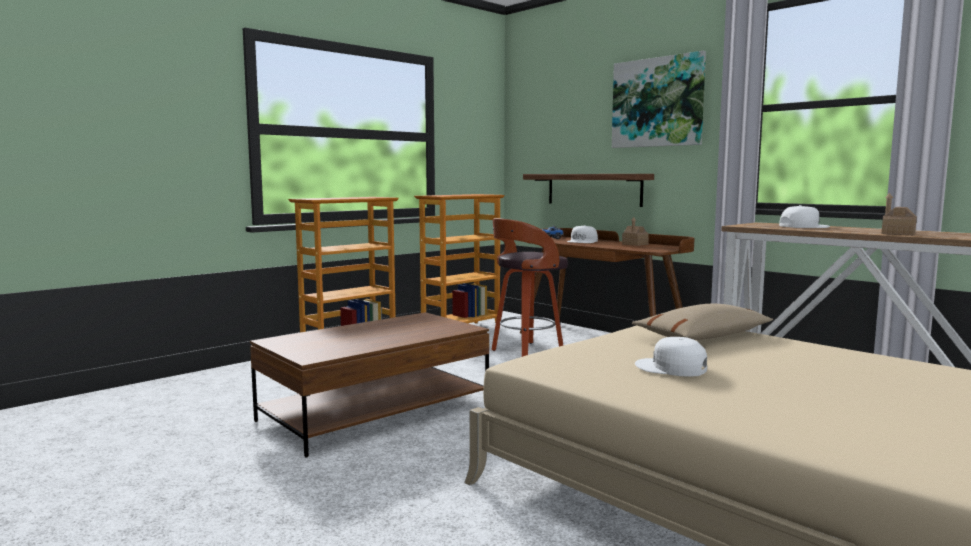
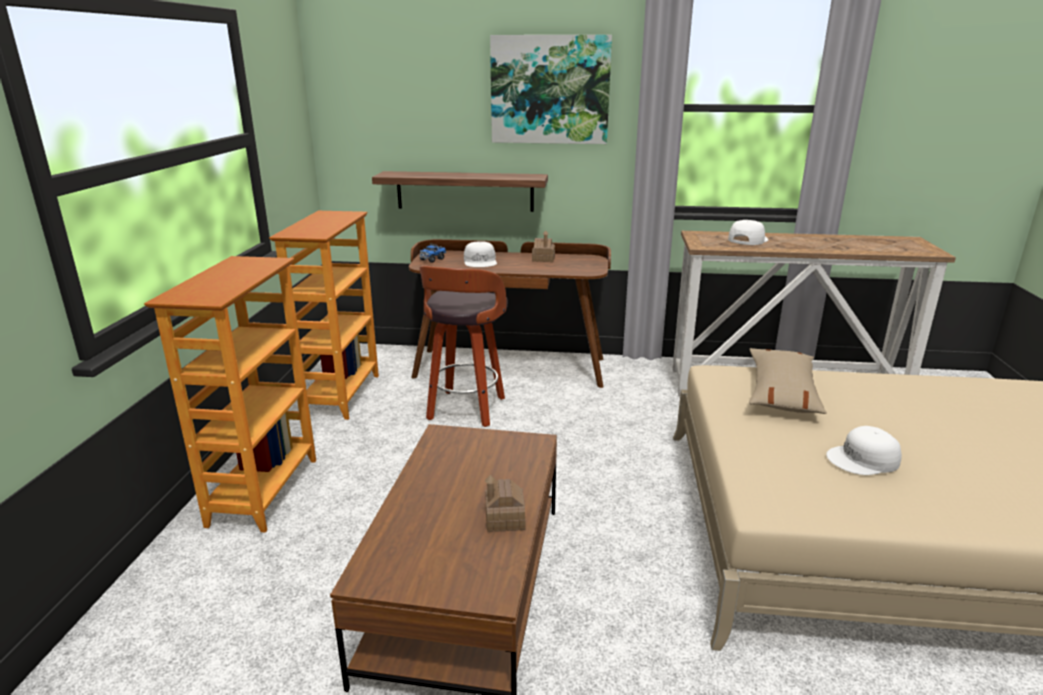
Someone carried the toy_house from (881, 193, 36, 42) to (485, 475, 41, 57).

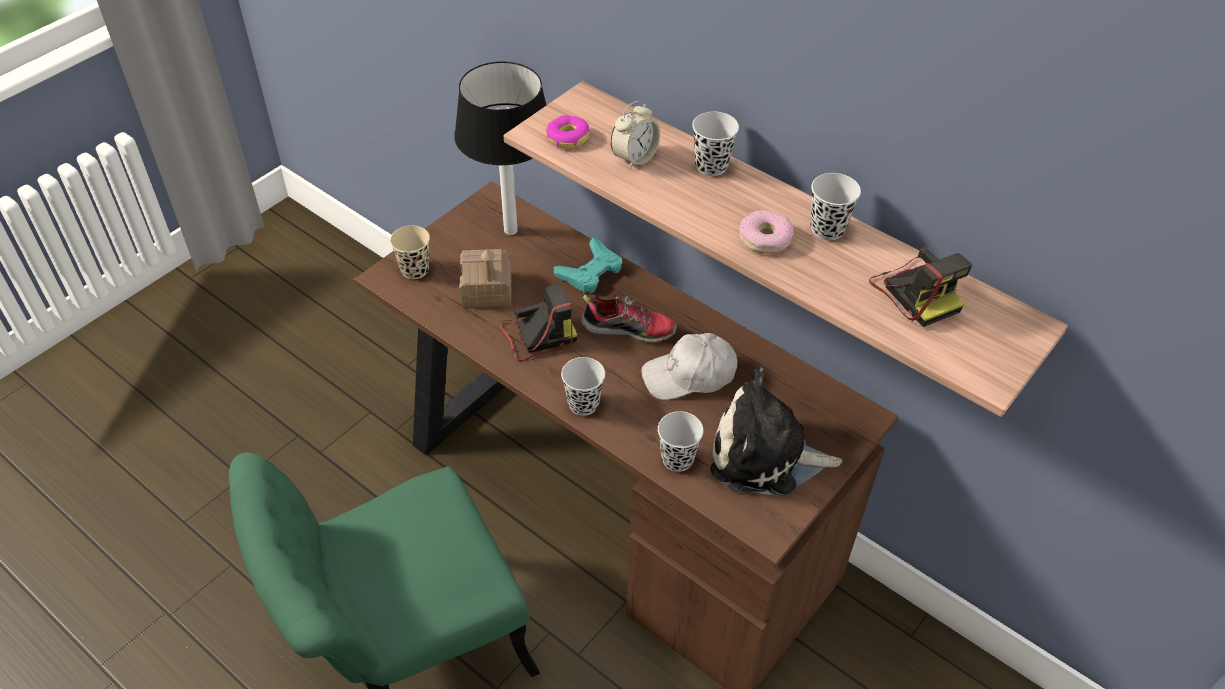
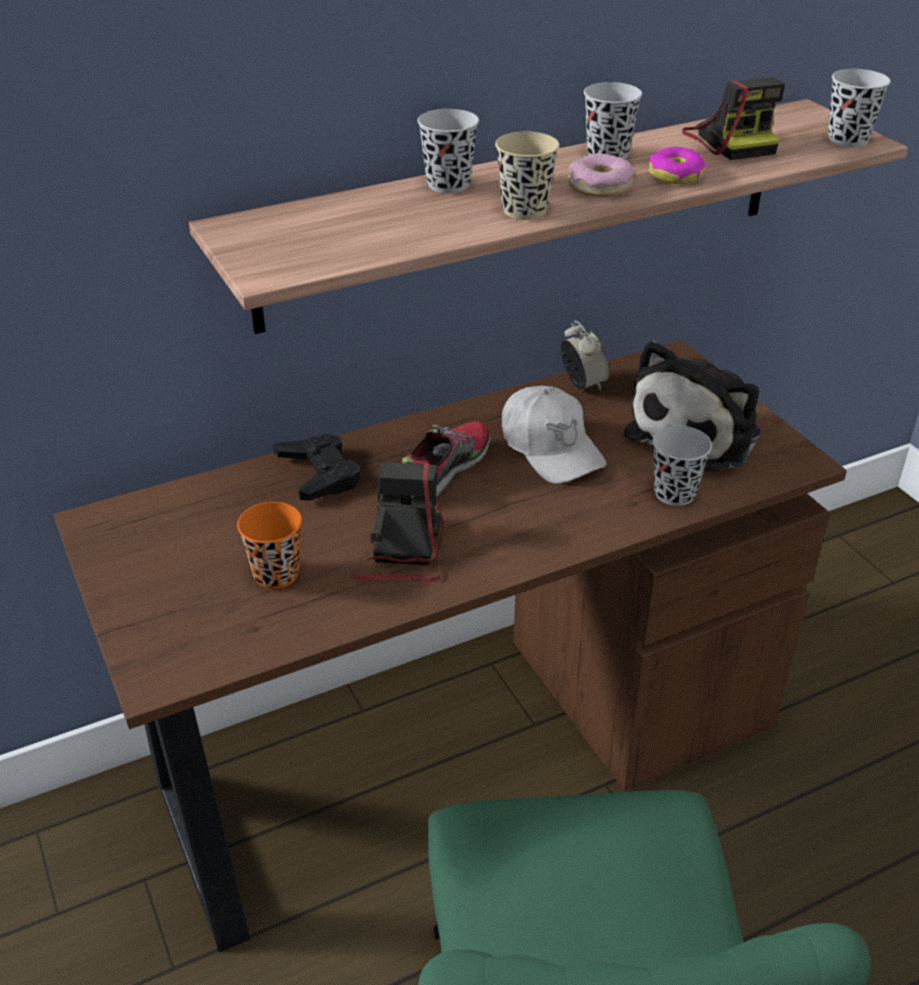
Someone took away the table_lamp at (454, 61, 92, 174).
Someone carried the beige_cup from (390, 225, 40, 54) to (495, 132, 65, 88).
Someone carried the donut from (546, 115, 44, 33) to (648, 147, 58, 37).
Someone carried the black_cup from (561, 357, 44, 59) to (828, 69, 63, 78).
Someone carried the alarm_clock from (611, 101, 49, 69) to (561, 320, 48, 71).
Someone swapped the toy_house at (459, 249, 52, 58) for the orange_cup at (237, 502, 65, 87).
Someone repainted the turquoise_game_controller at (554, 238, 68, 55), which became the black_game_controller at (273, 433, 87, 68).
Someone rotated the white_cap at (641, 333, 96, 67) by 45 degrees counterclockwise.
Someone rotated the photo_camera at (869, 247, 103, 80) by 75 degrees clockwise.

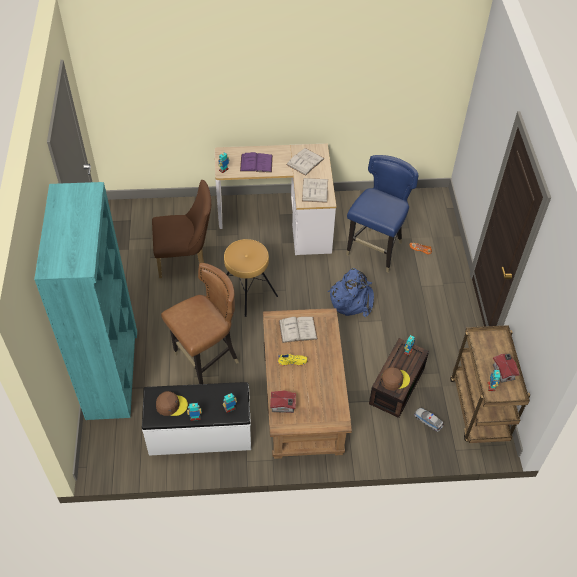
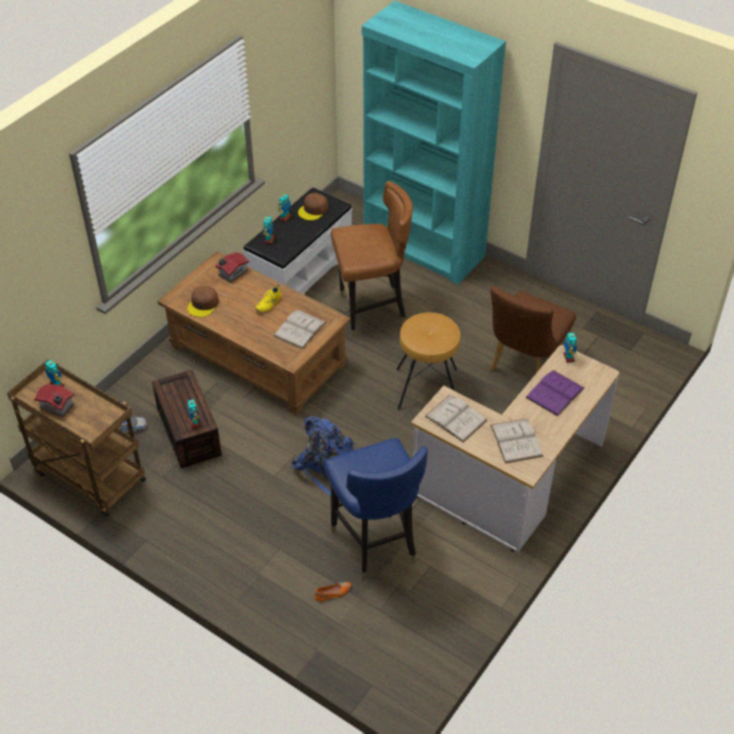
Someone carried the brown_cap from (381, 367, 29, 23) to (187, 286, 32, 31).
Someone rotated the brown_chair at (161, 263, 78, 121) by 105 degrees counterclockwise.

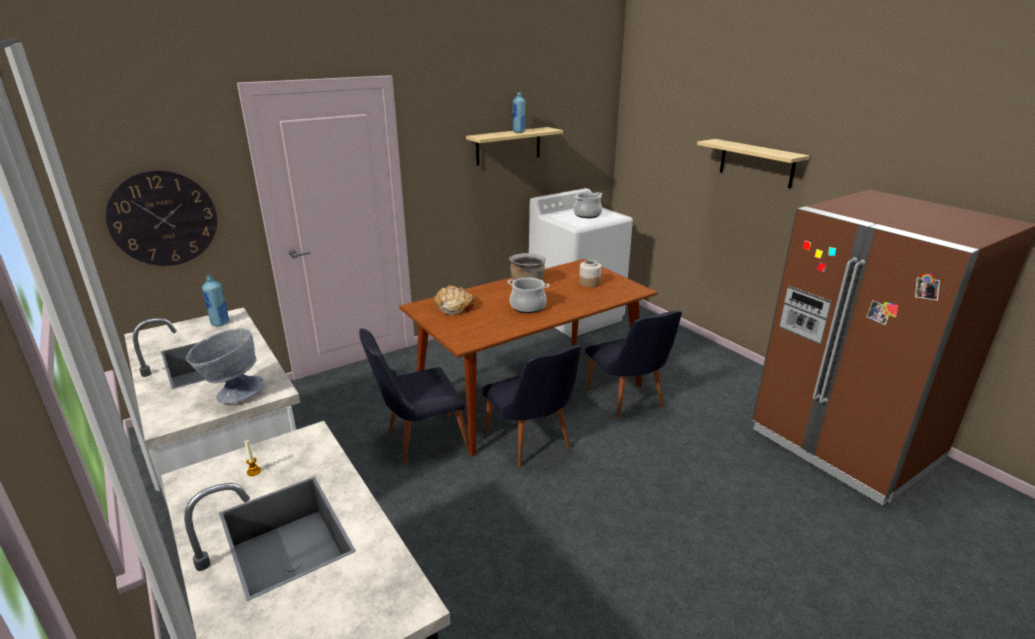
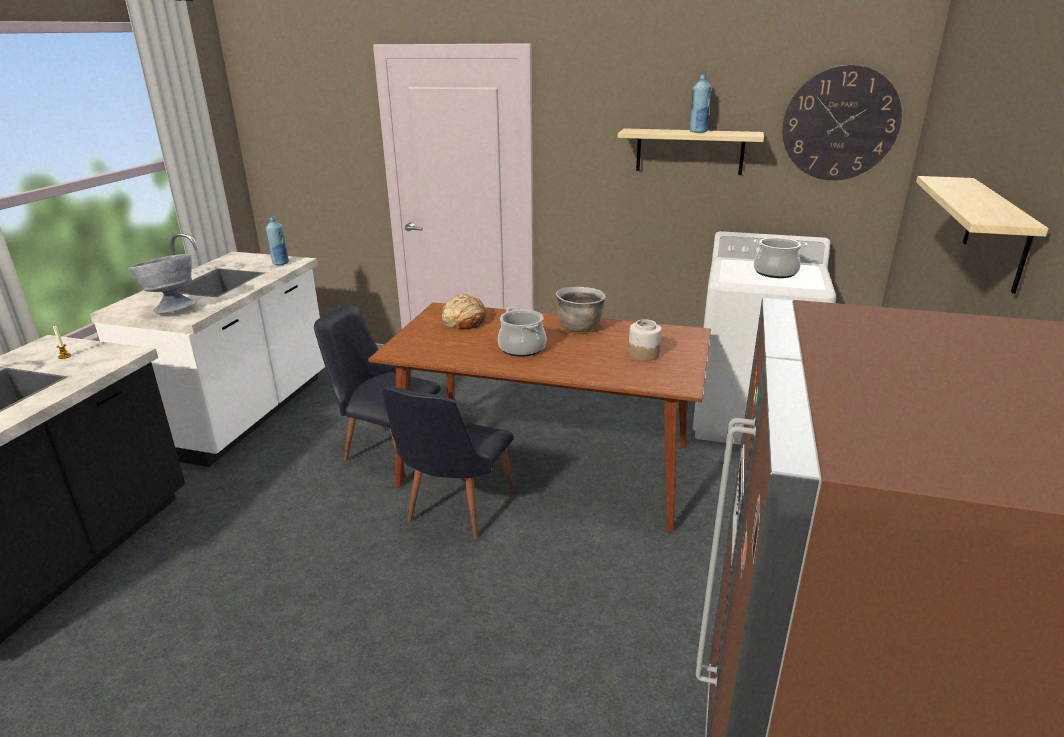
Someone took away the black_chair at (585, 311, 97, 108).
Someone carried the wall_clock from (106, 170, 111, 96) to (782, 65, 120, 115).

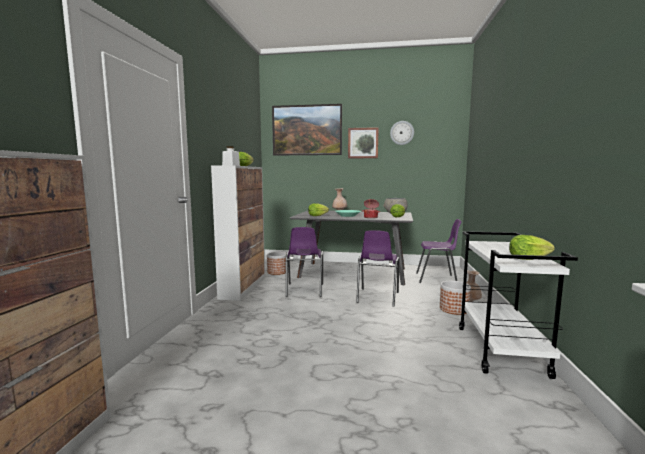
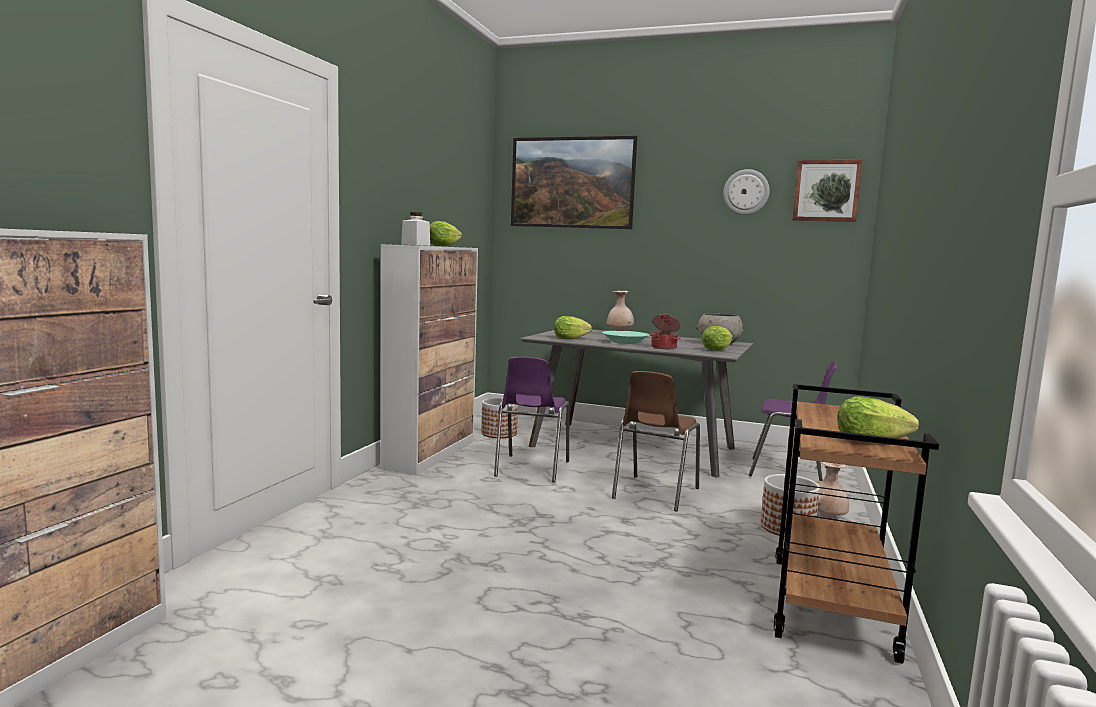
Someone carried the picture from (348, 127, 31, 31) to (792, 160, 71, 62).
Someone repainted the purple_chair at (356, 230, 43, 77), which became the brown_chair at (612, 371, 88, 141).
Someone repainted the white_cart at (459, 231, 119, 148), which became the brown_cart at (774, 384, 165, 280).

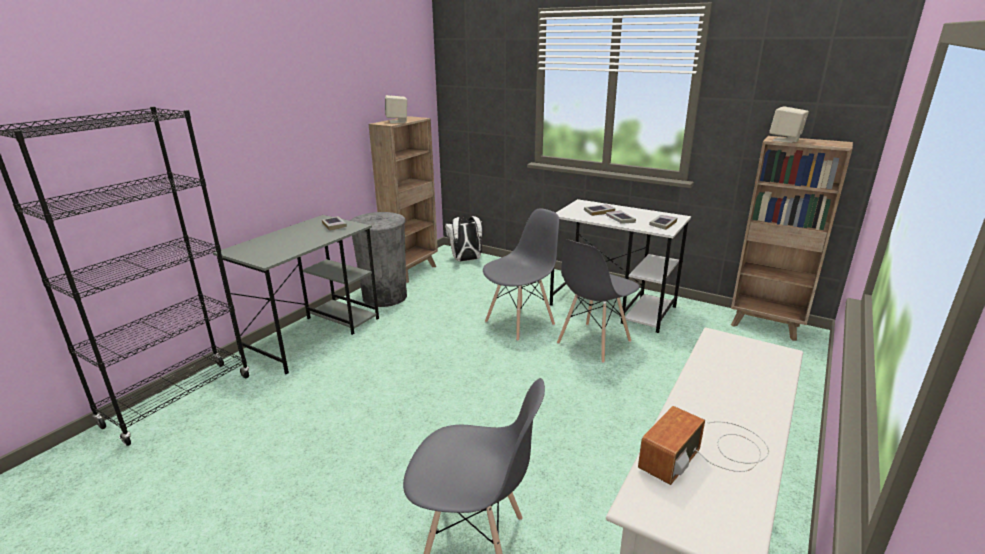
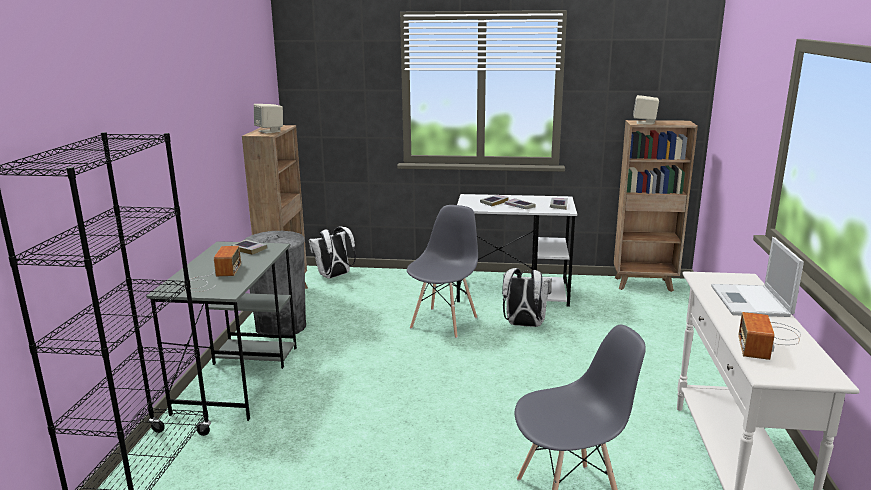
Someone put down the radio at (180, 246, 61, 46).
Someone put down the laptop at (711, 237, 93, 80).
Someone swapped the grey_chair at (557, 239, 83, 124) for the white_backpack at (502, 268, 50, 59).

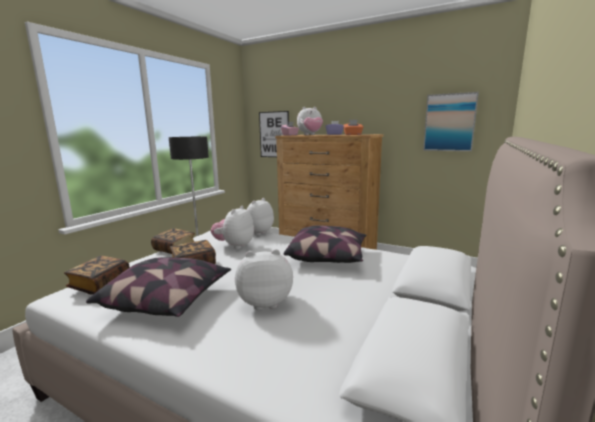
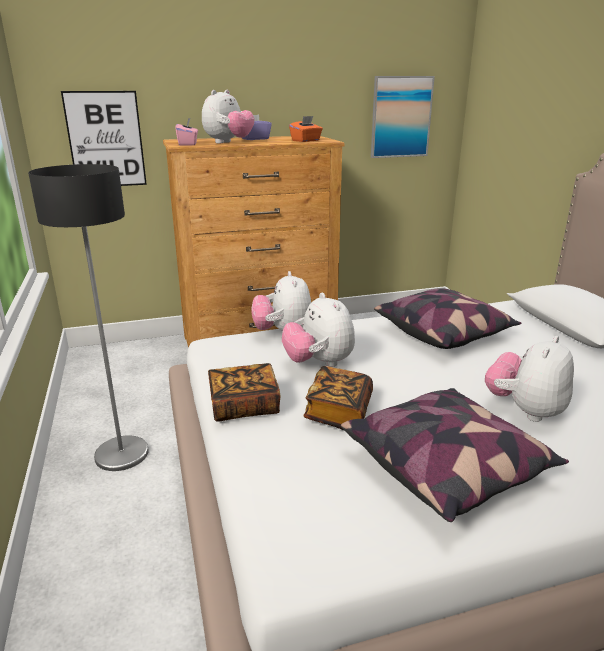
Someone took away the book at (64, 256, 65, 39).

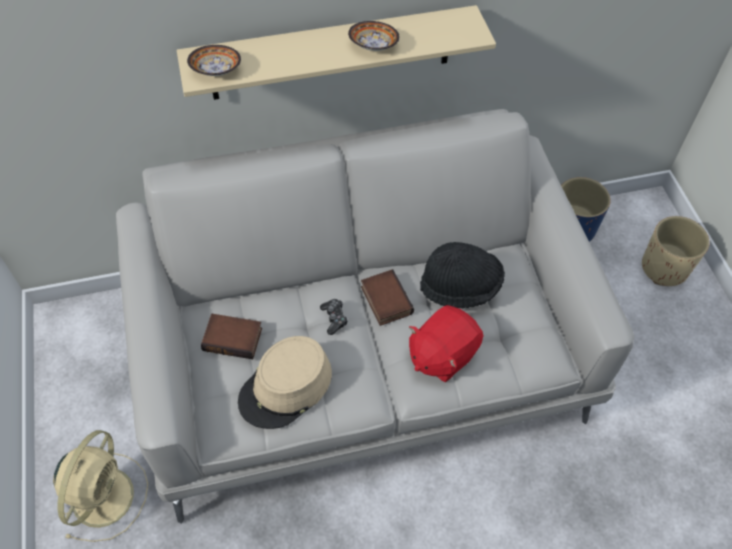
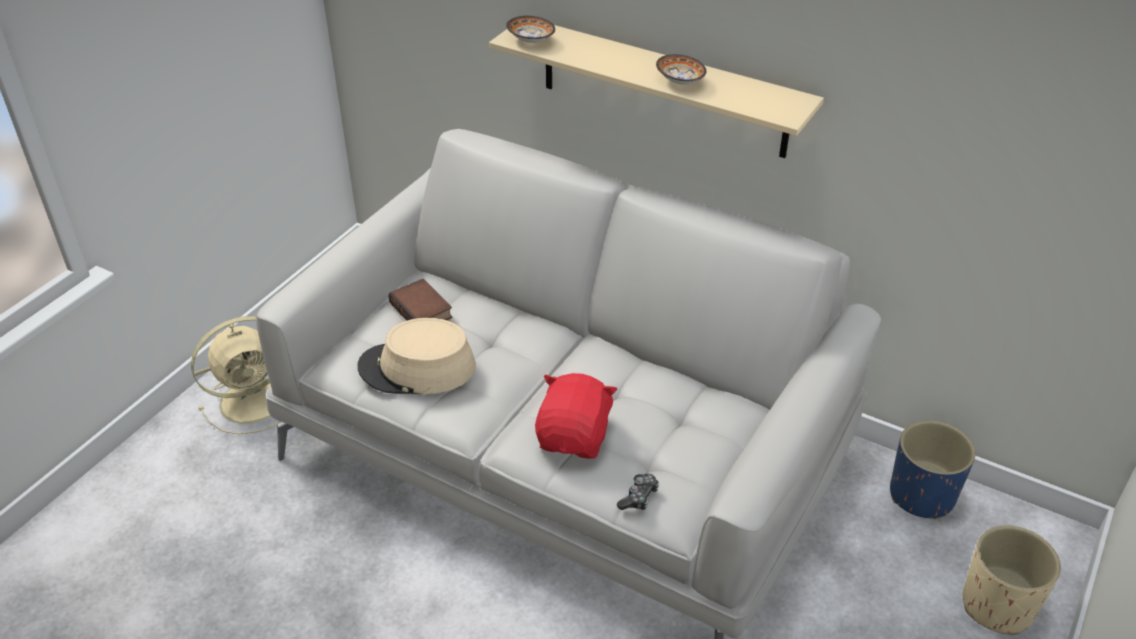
Someone took away the book at (361, 269, 53, 57).
Someone took away the black_hat at (420, 242, 85, 67).
Someone carried the game_controller from (320, 299, 28, 36) to (617, 474, 42, 36).
Someone rotated the red_plush_toy at (409, 305, 74, 78) by 105 degrees clockwise.

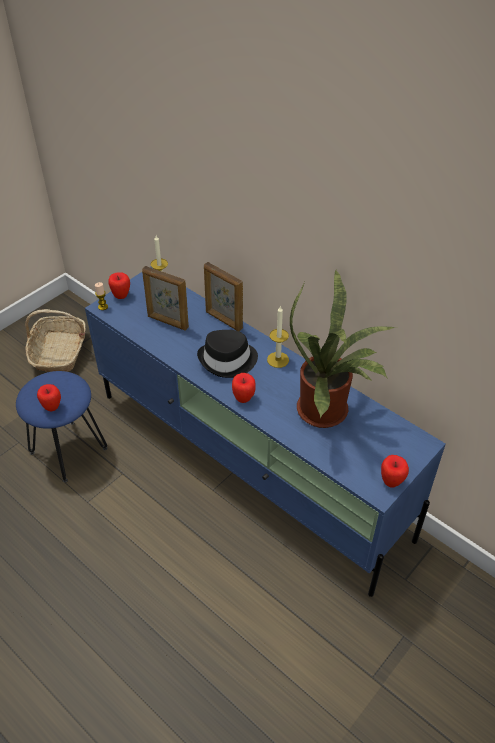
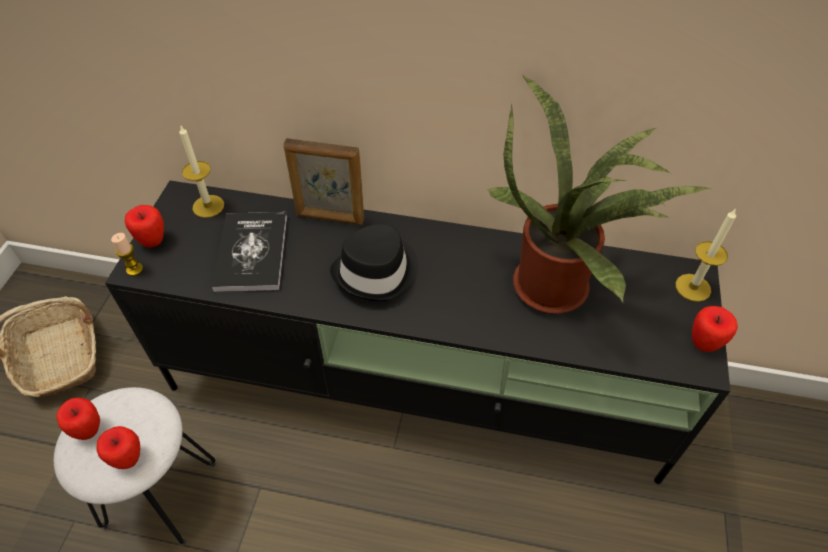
Someone carried the apple from (232, 373, 24, 30) to (56, 397, 44, 43).
Someone carried the candle from (267, 306, 22, 62) to (675, 208, 61, 94).
Someone swapped the picture_frame at (142, 266, 47, 65) for the book at (212, 212, 75, 80).
Someone repainted the blue_stool at (16, 371, 92, 111), which became the white_stool at (54, 387, 163, 159).
Someone repainted the blue_tv_stand at (85, 266, 361, 331), which became the black_tv_stand at (105, 181, 625, 303).

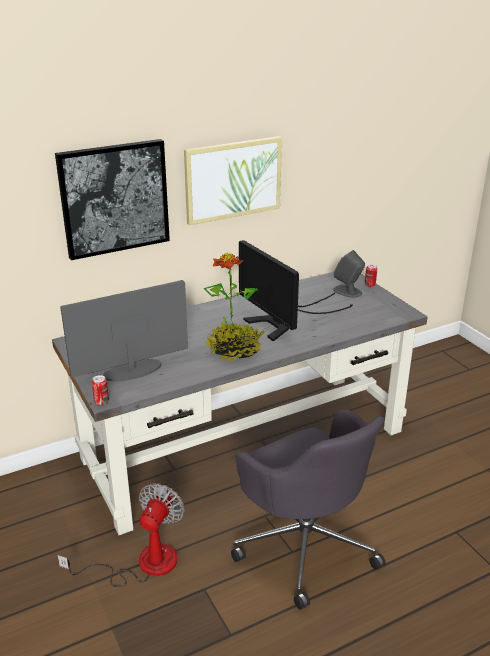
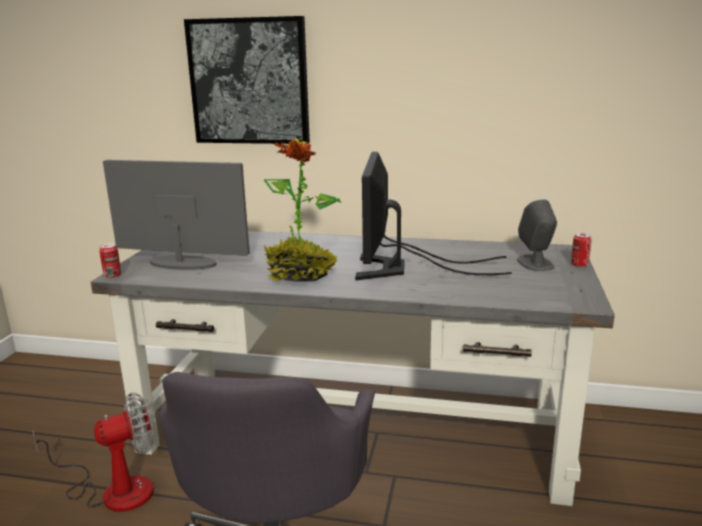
Someone took away the picture at (184, 136, 98, 89).

